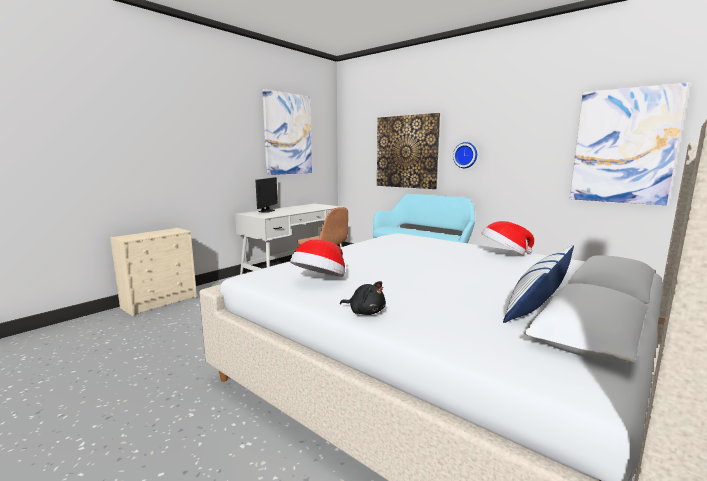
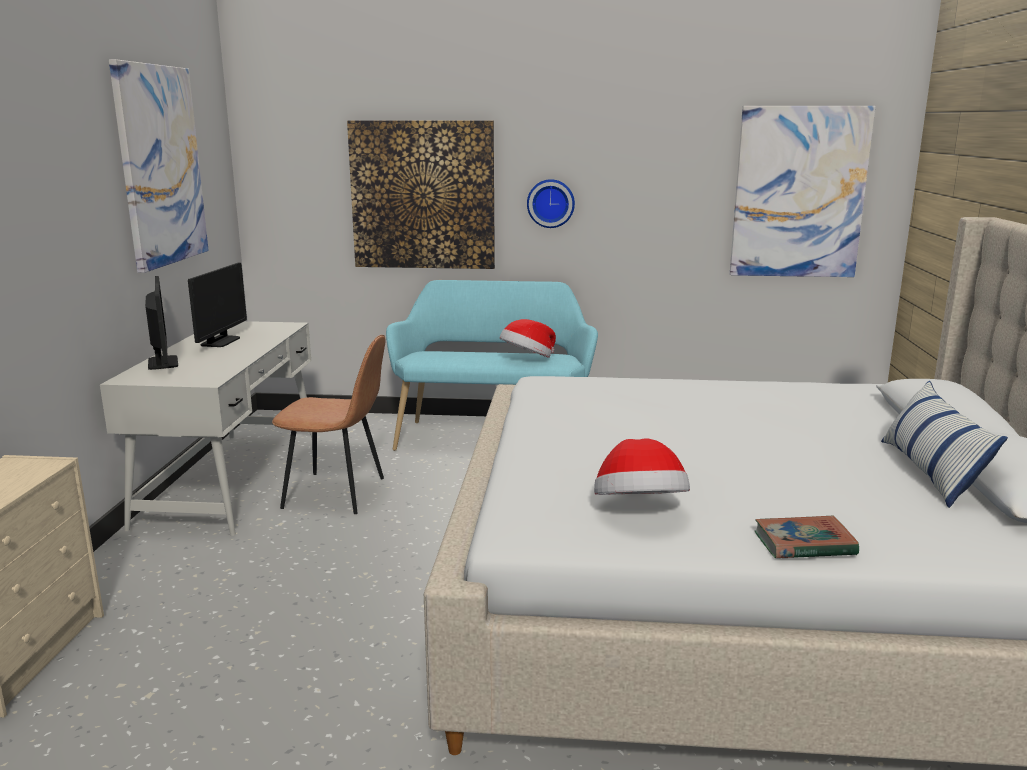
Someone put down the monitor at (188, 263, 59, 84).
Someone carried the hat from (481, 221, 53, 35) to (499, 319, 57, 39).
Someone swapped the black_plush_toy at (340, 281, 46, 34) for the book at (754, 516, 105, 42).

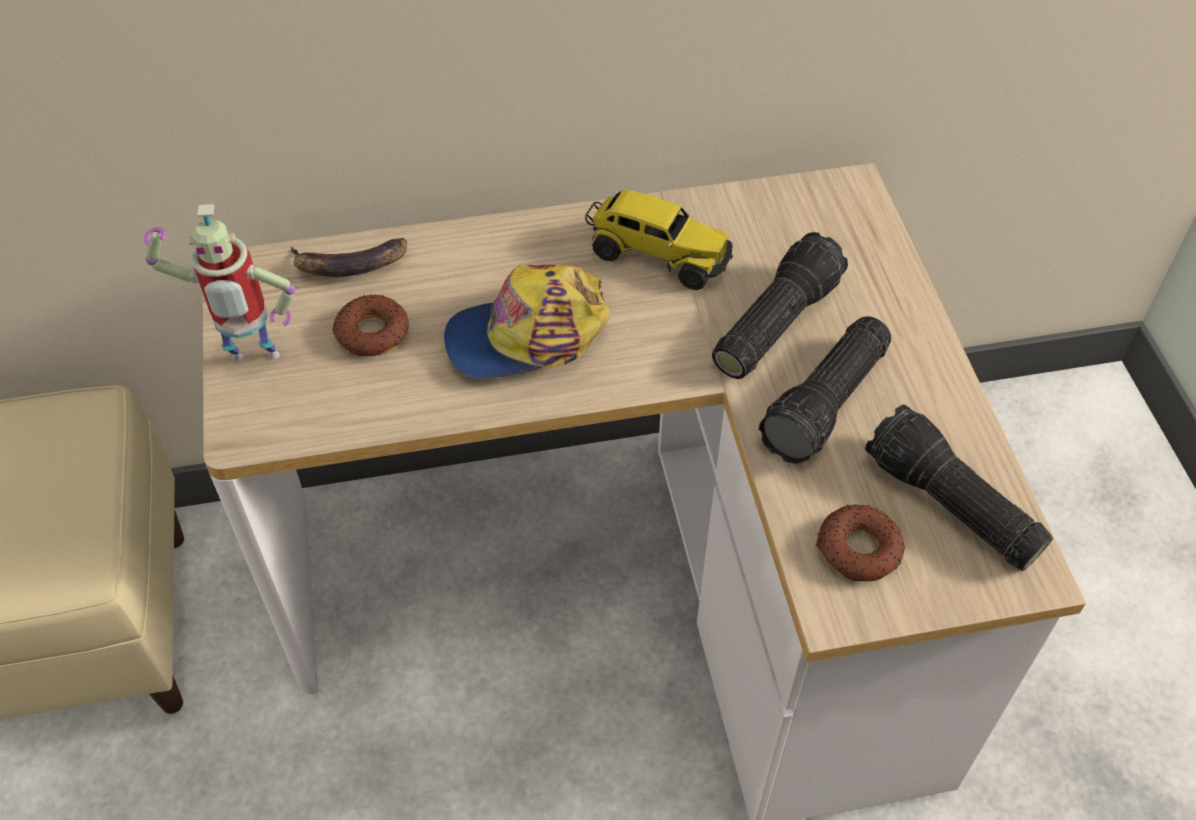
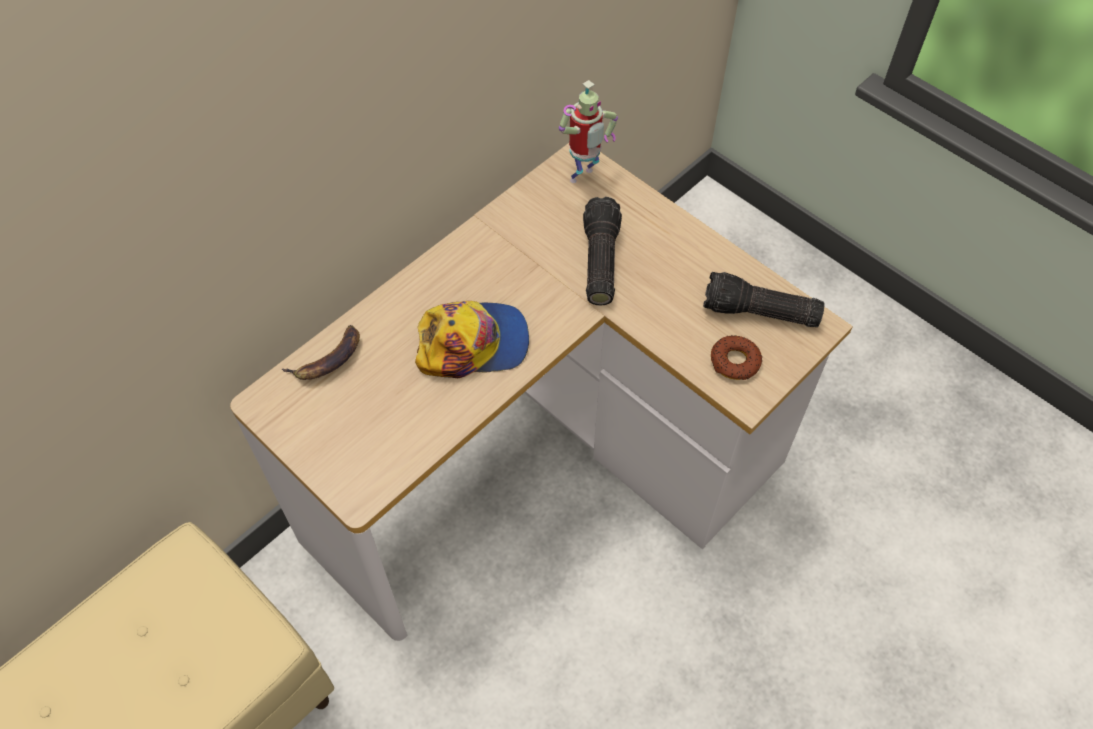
Someone took away the donut at (332, 294, 77, 62).
Someone took away the toy_truck at (585, 190, 148, 100).
Someone took away the flashlight at (759, 316, 132, 148).
Someone carried the toy_robot from (144, 204, 151, 158) to (559, 80, 59, 103).
Someone rotated the cap at (444, 264, 166, 115) by 135 degrees counterclockwise.

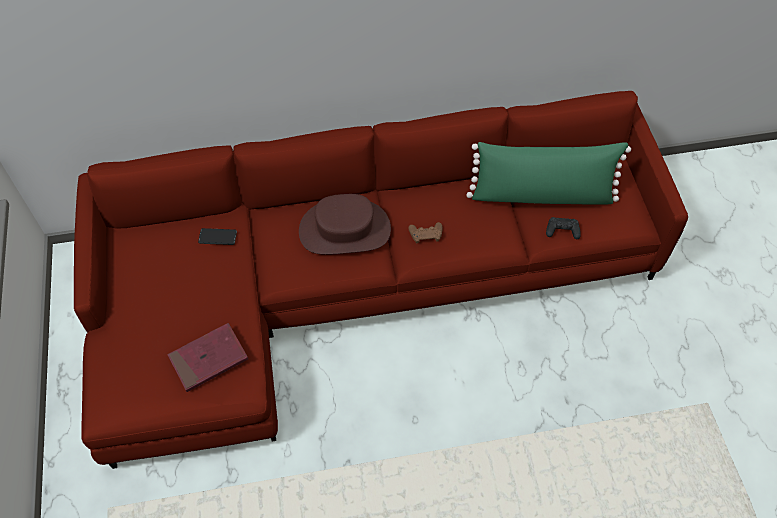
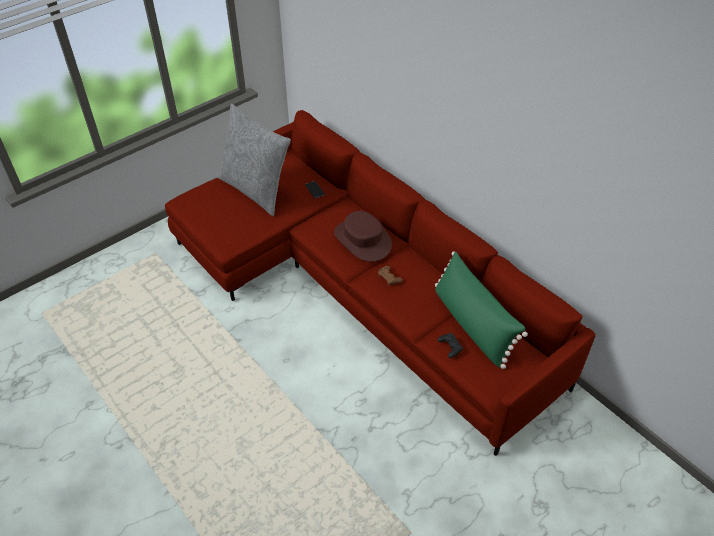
Someone took away the red_book at (168, 323, 80, 69).
Someone put down the grey_pillow at (218, 104, 73, 112).

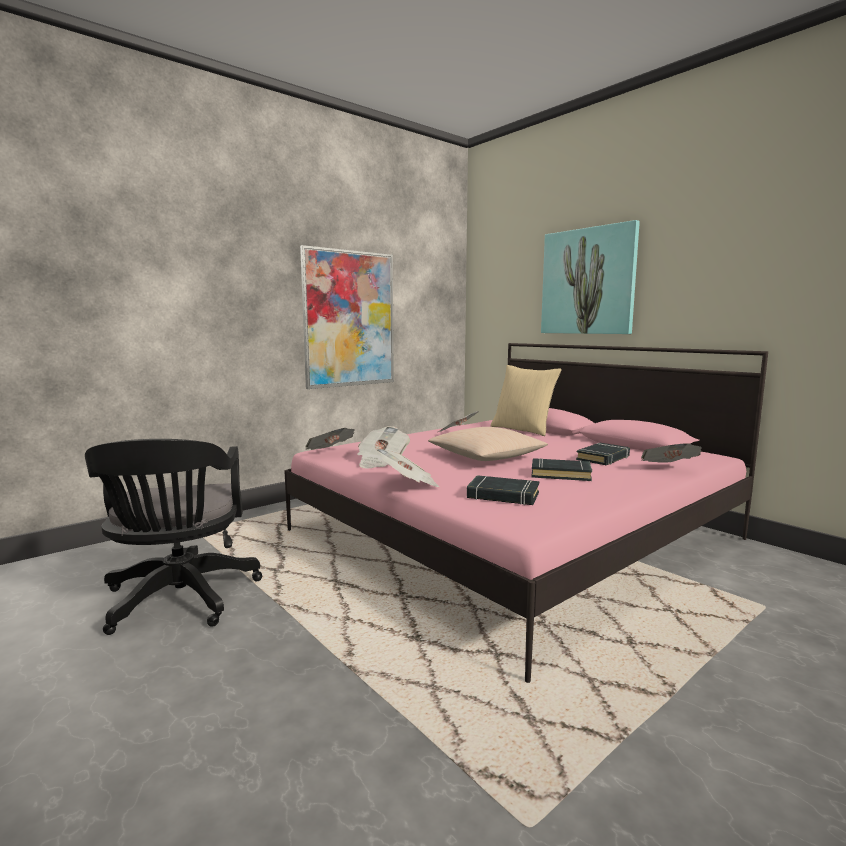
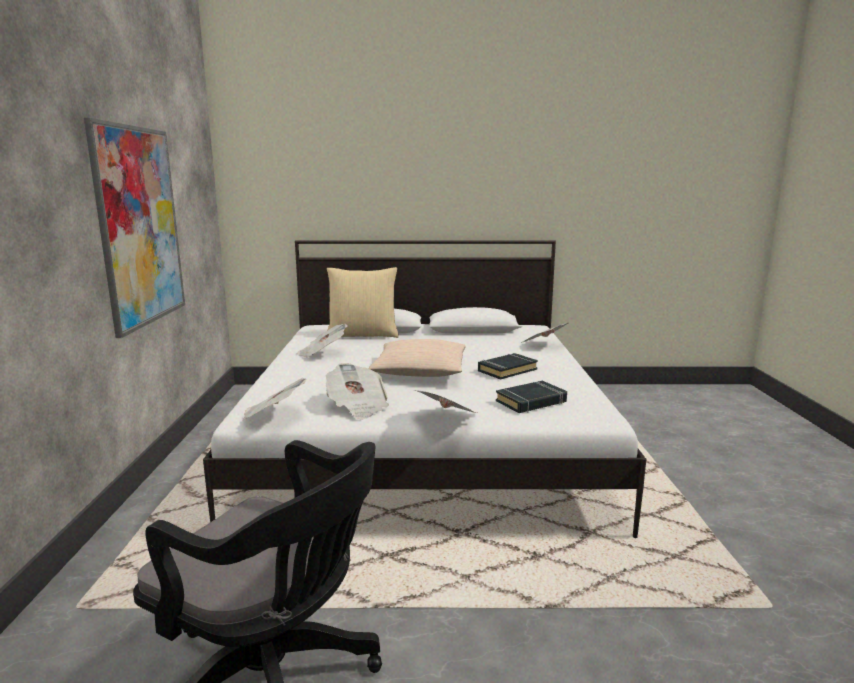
Someone took away the picture at (541, 220, 99, 114).
Someone took away the black_book at (576, 443, 54, 22).
Someone repainted the pink_bed at (285, 343, 483, 340), which became the white_bed at (203, 241, 443, 297).

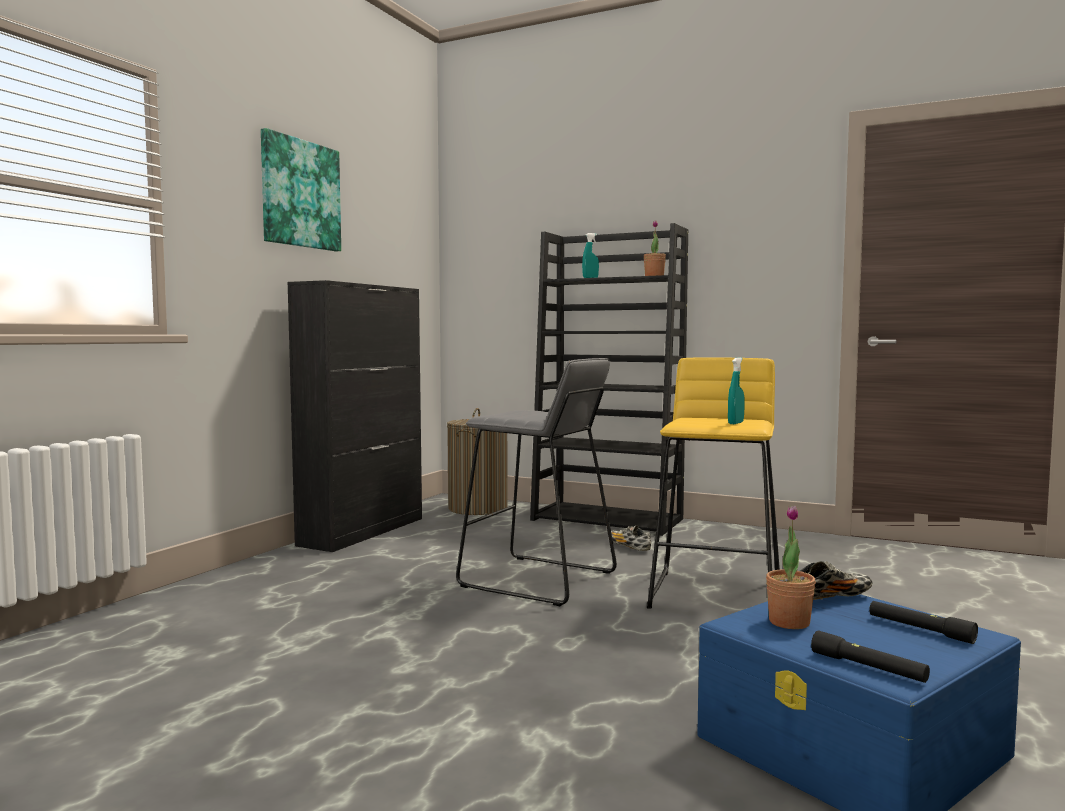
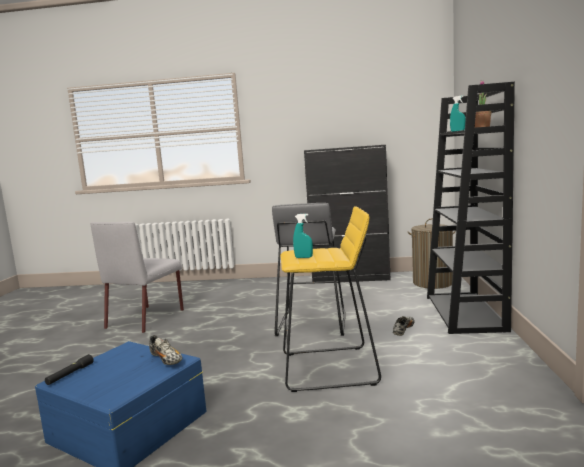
Someone took away the picture at (261, 128, 80, 123).
Someone took away the potted_plant at (766, 506, 50, 123).
Someone took away the black_flashlight at (869, 601, 109, 43).
Someone put down the grey_chair at (90, 222, 94, 111).

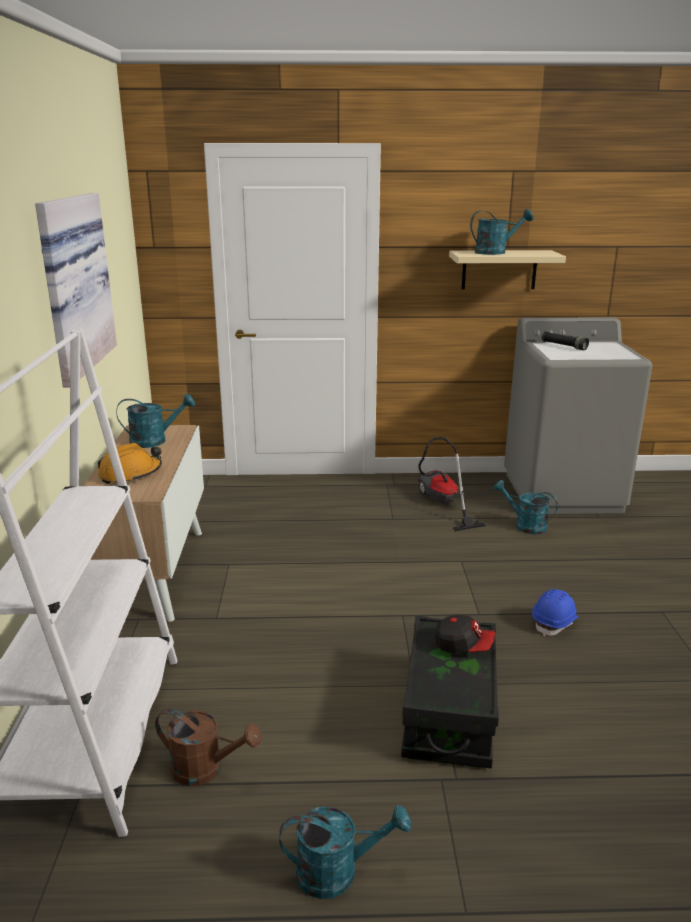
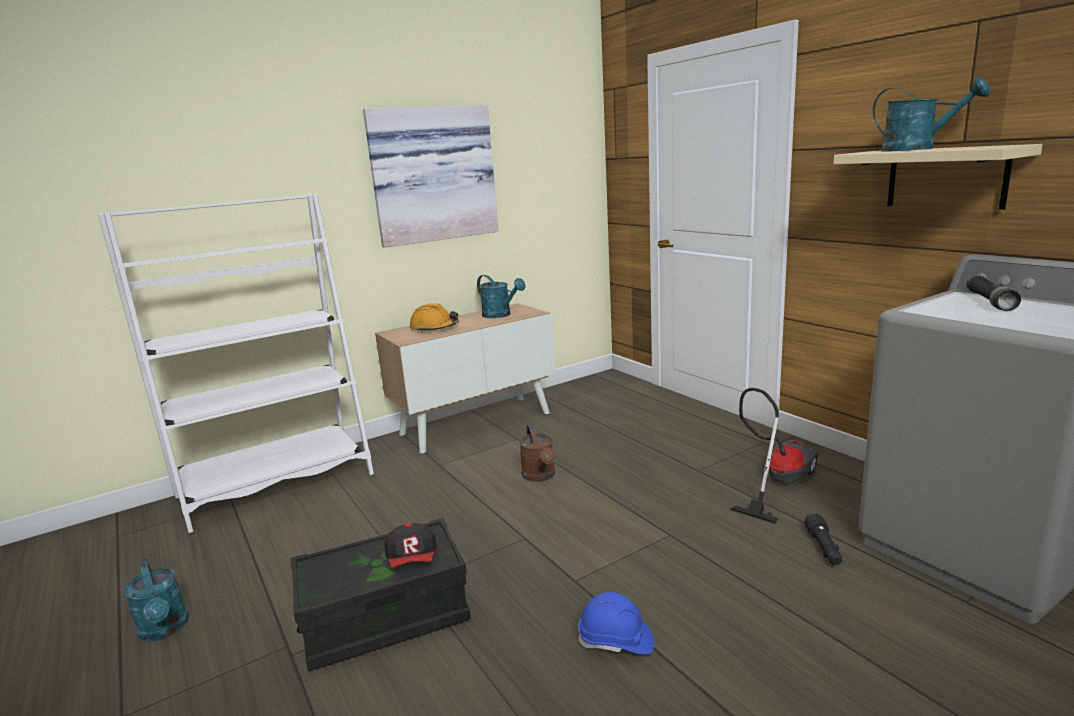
Someone carried the brown_watering_can from (155, 709, 106, 77) to (519, 424, 37, 58).
Someone swapped the turquoise_watering_can at (493, 480, 65, 54) for the black_flashlight at (804, 513, 38, 52).

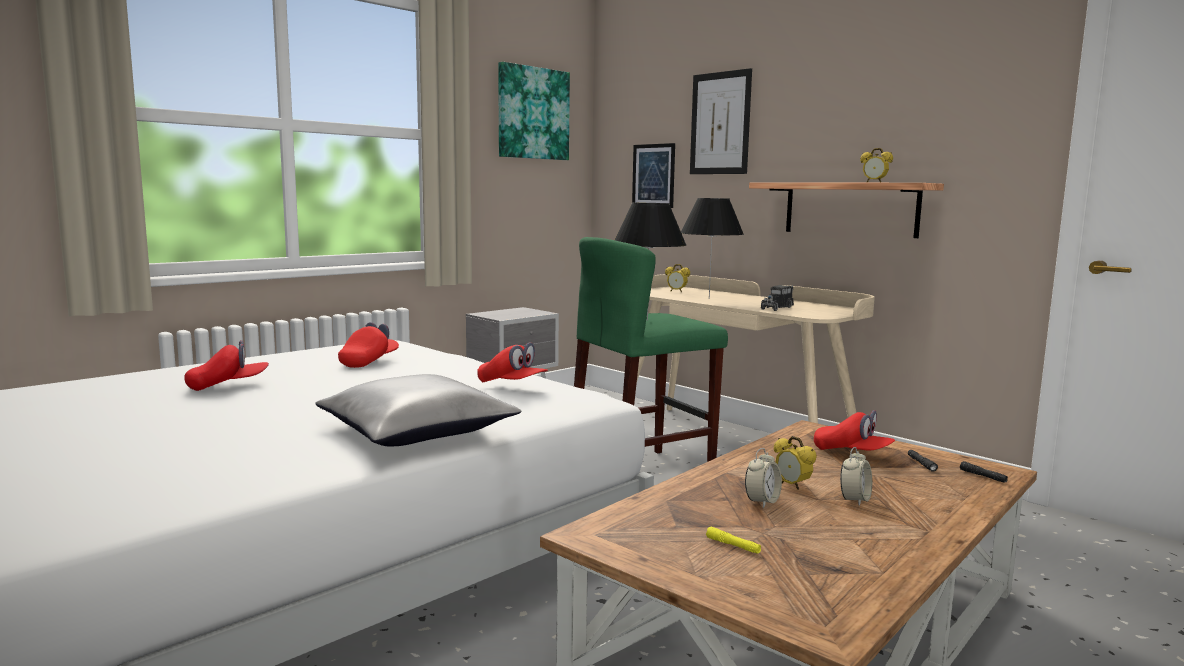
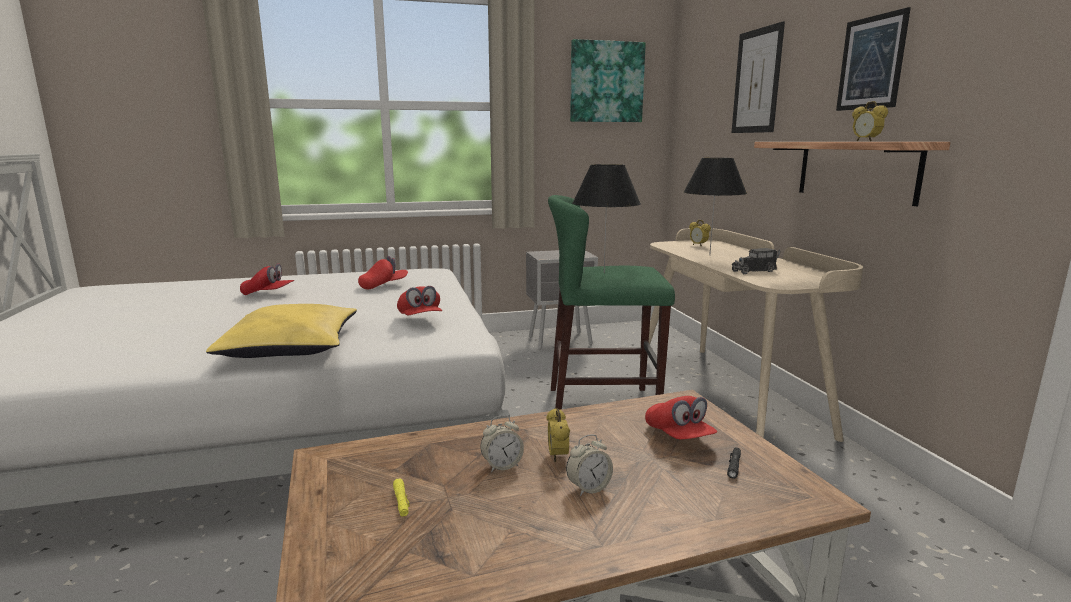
Someone took away the black_flashlight at (960, 461, 48, 22).
Someone carried the picture from (632, 143, 43, 65) to (836, 7, 75, 104).
Someone repainted the grey_pillow at (316, 374, 206, 72), which became the yellow_pillow at (206, 304, 151, 54).

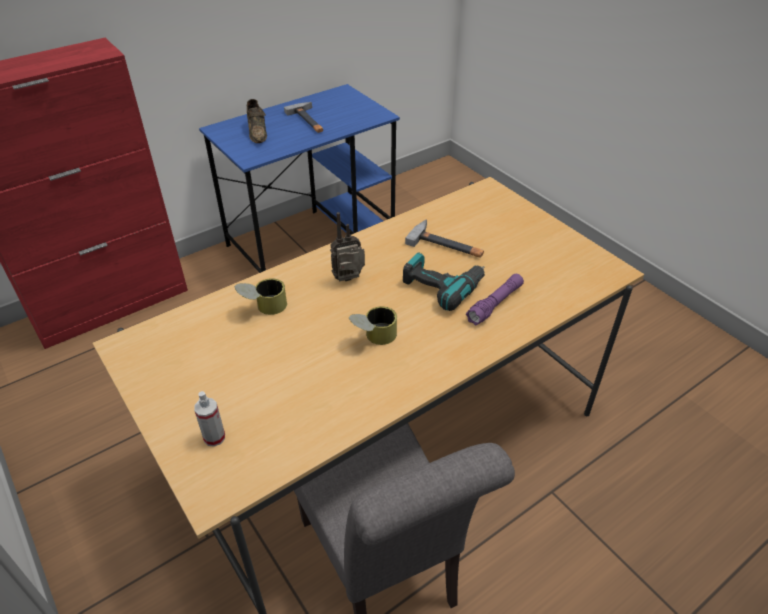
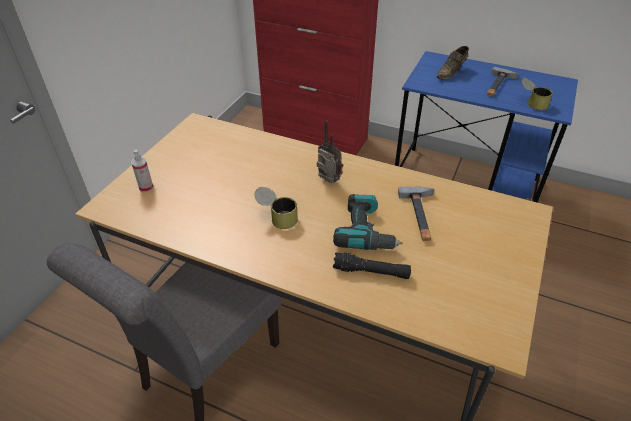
Someone carried the can from (235, 278, 52, 37) to (521, 78, 32, 32).
Someone repainted the purple_flashlight at (466, 274, 58, 52), which became the black_flashlight at (333, 252, 78, 27).

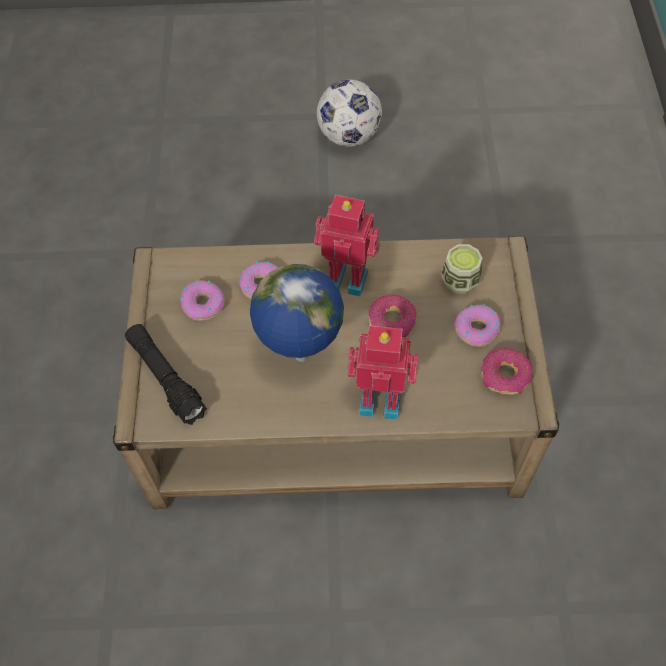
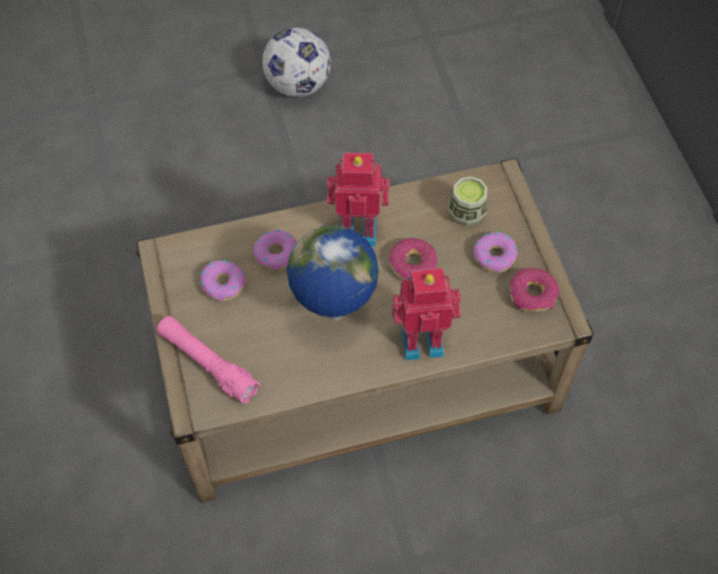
Someone repainted the black_flashlight at (125, 324, 82, 101), which became the pink_flashlight at (157, 316, 103, 87).

